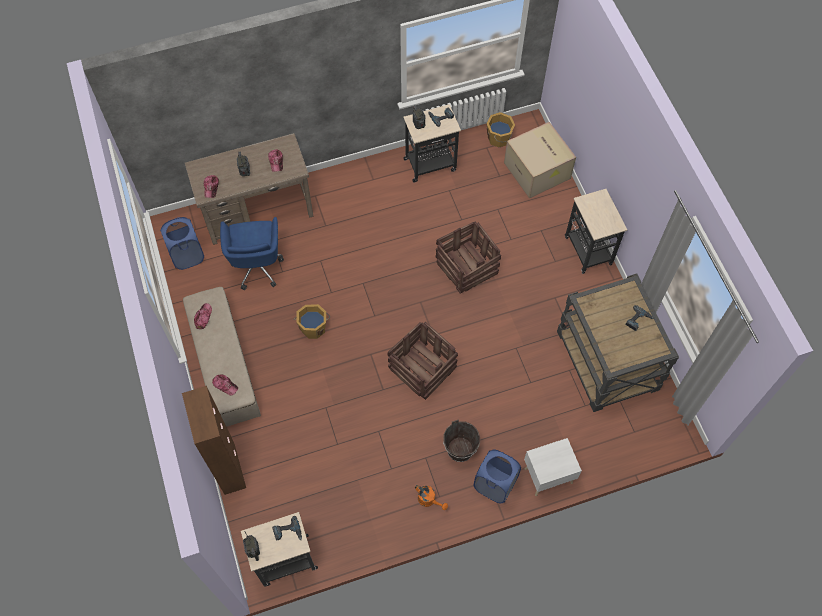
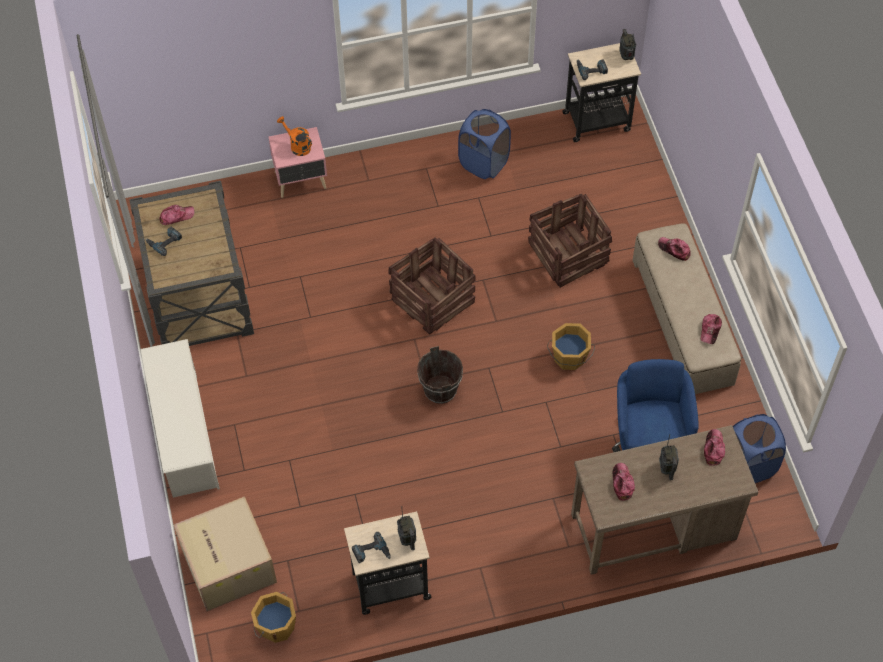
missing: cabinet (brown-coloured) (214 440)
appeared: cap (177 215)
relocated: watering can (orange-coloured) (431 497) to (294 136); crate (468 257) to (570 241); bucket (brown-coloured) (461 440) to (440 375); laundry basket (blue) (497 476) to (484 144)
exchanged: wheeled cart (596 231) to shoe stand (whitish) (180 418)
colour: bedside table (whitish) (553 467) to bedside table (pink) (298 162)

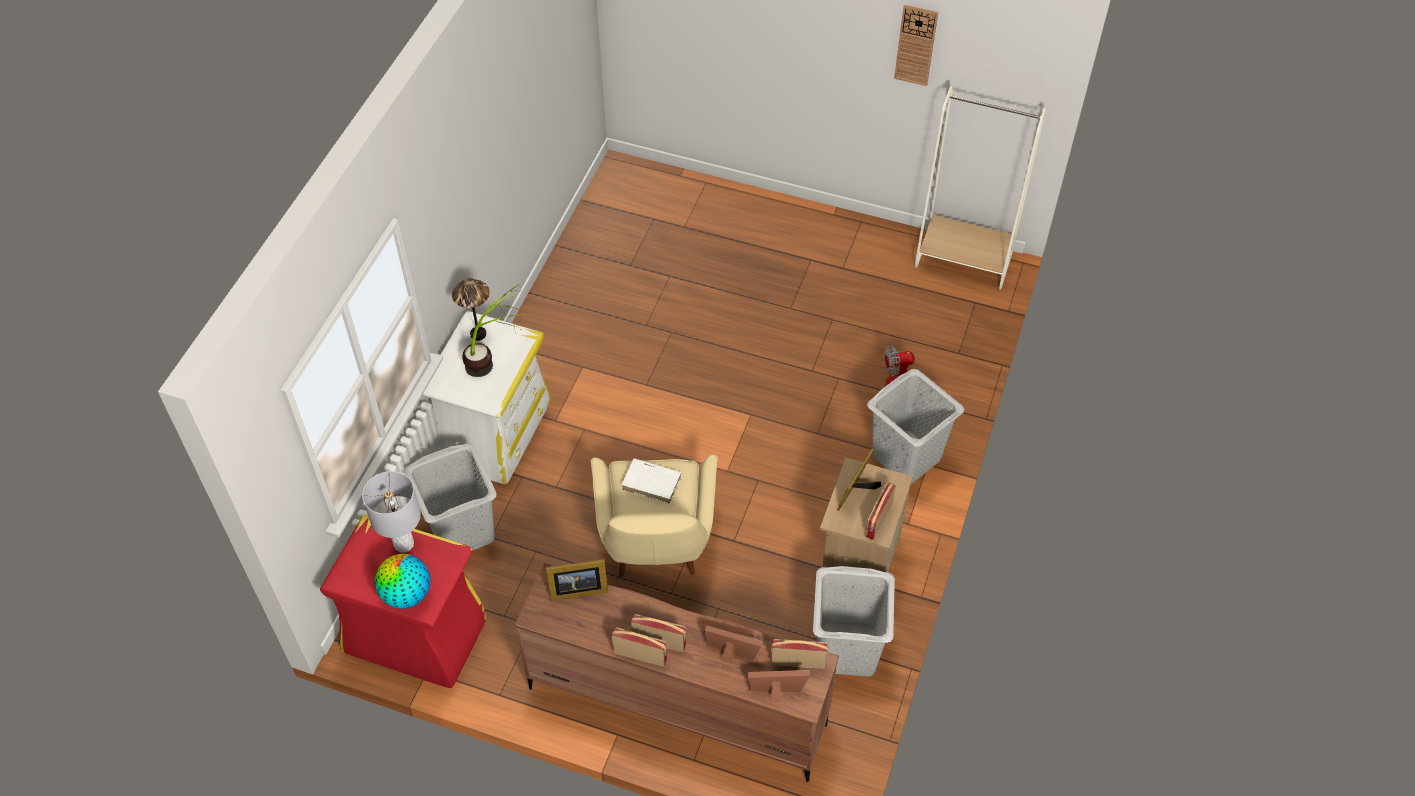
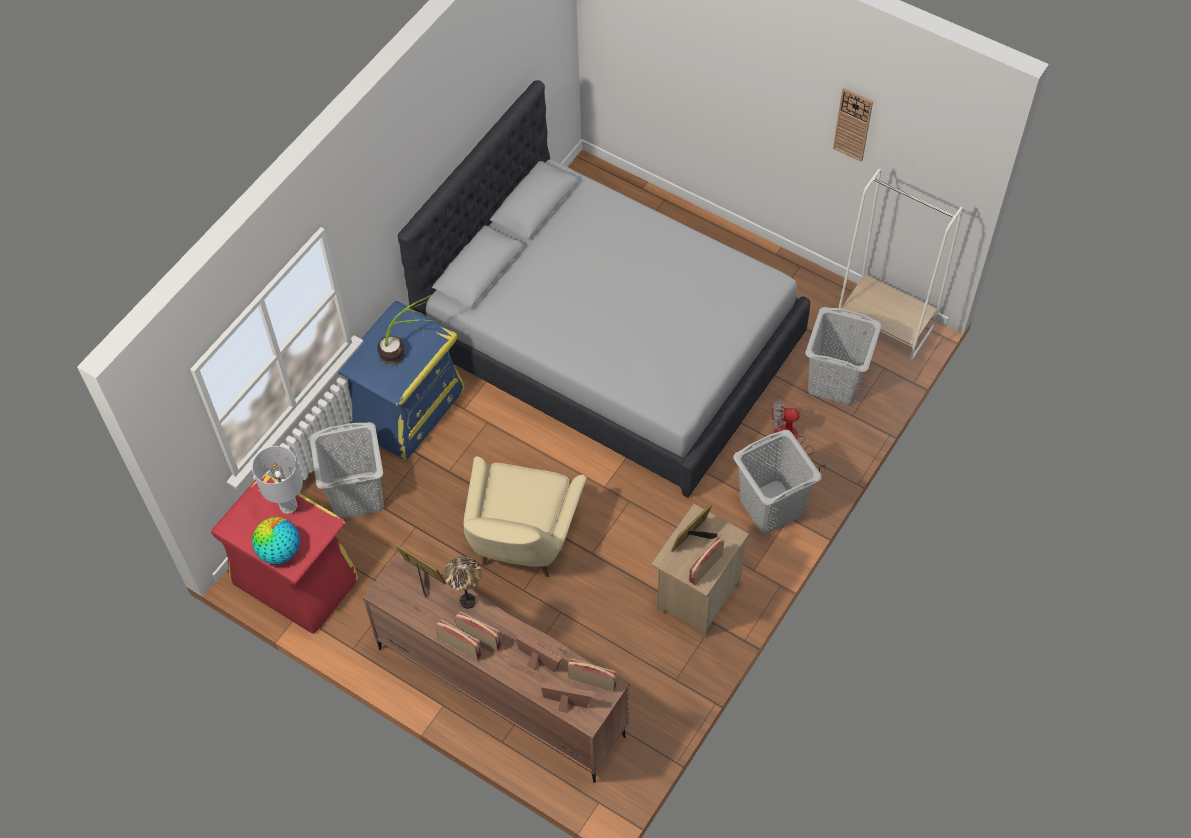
missing: bound book (whitish) (651 481)
appeared: bed (grey) (604 289)
relocated: table lamp (471 309) to (463 583); laundry basket (grey) (854 621) to (843 356)
colour: bedside table (whitish) (486 397) to bedside table (blue) (401 380)
spun: photo frame (577 580) = (420 571) 150 degrees counterclockwise

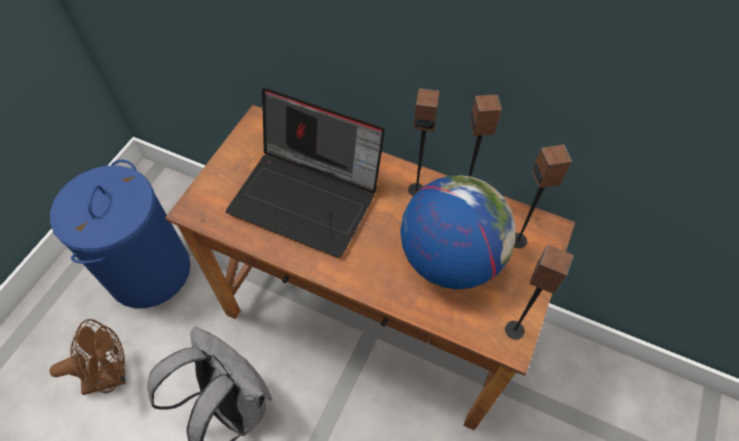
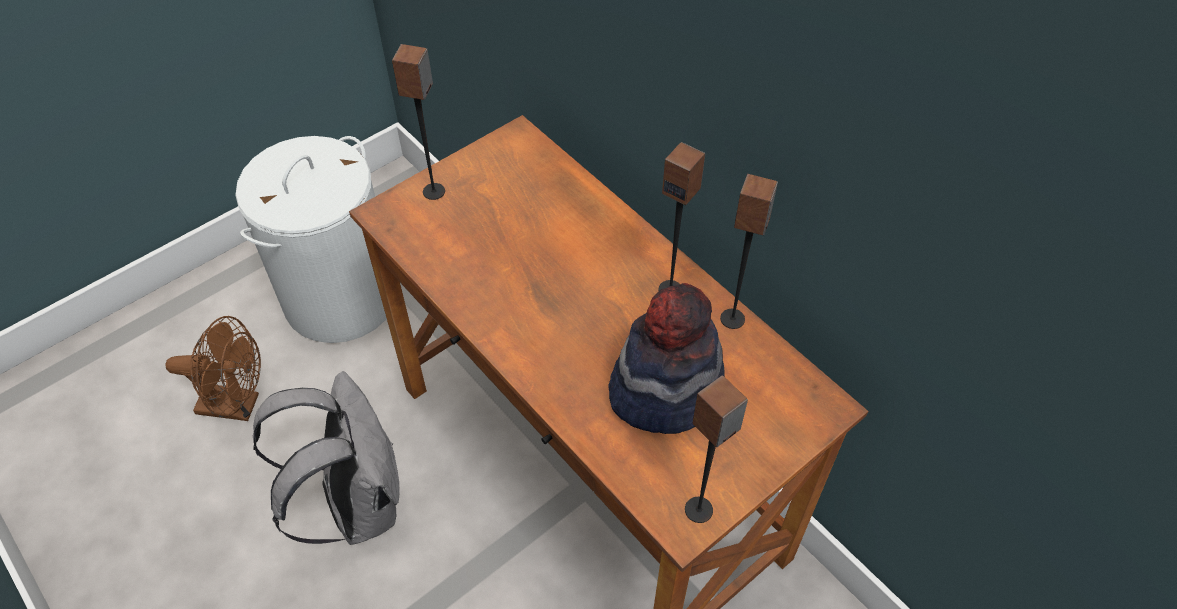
missing: notebook computer (305 173)
relocated: loudspeaker (543 196) to (418 122)
exchanged: desk globe (458 232) to hat (666 358)
colour: laundry basket (blue) (120 233) to laundry basket (whitish) (311 239)

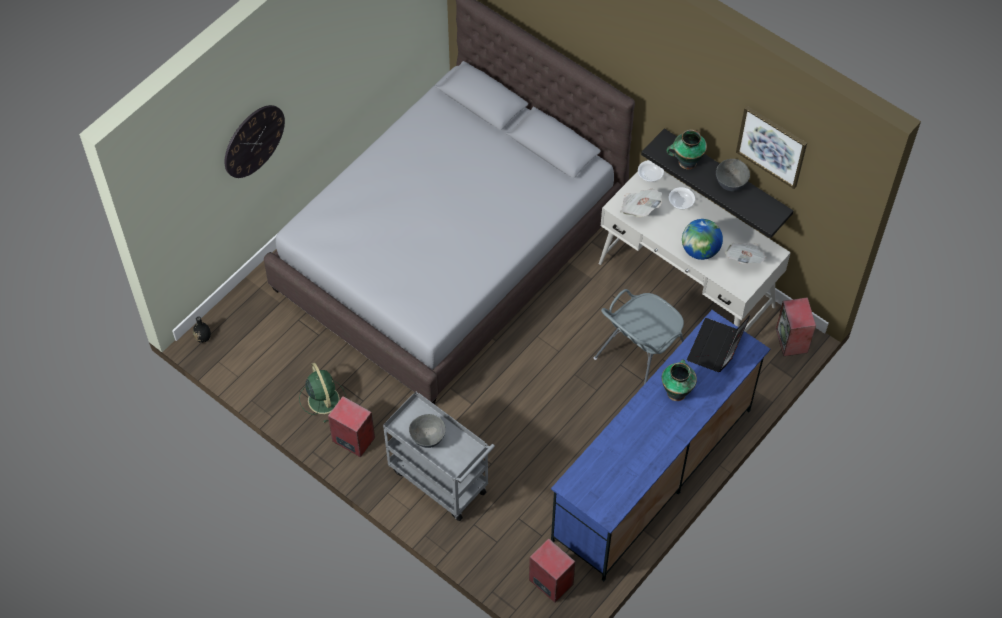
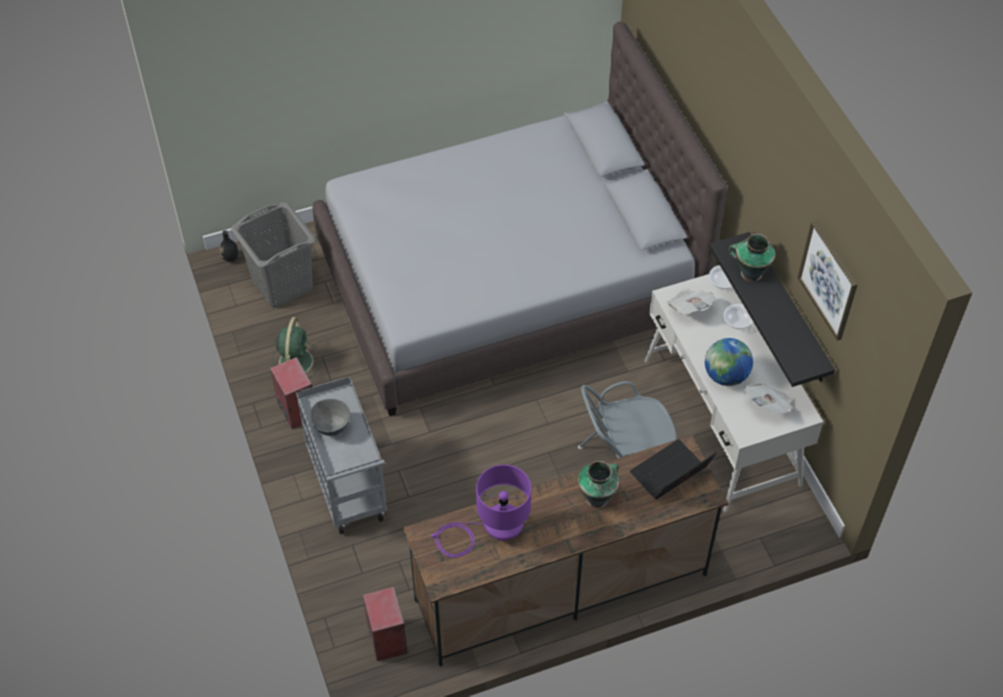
missing: clock on the wall (255 141); deep dish (grey) (733 175); loudspeaker (796 326)
appeared: laundry basket (grey) (273 255); table lamp (purple-coloured) (481 511)
colour: drawer chest (blue) (660 445) to drawer chest (brown-coloured) (566 551)

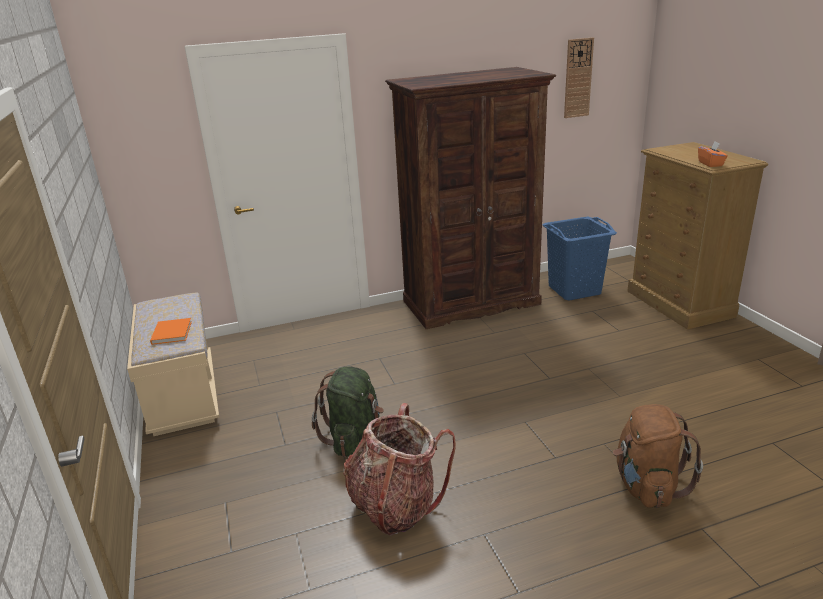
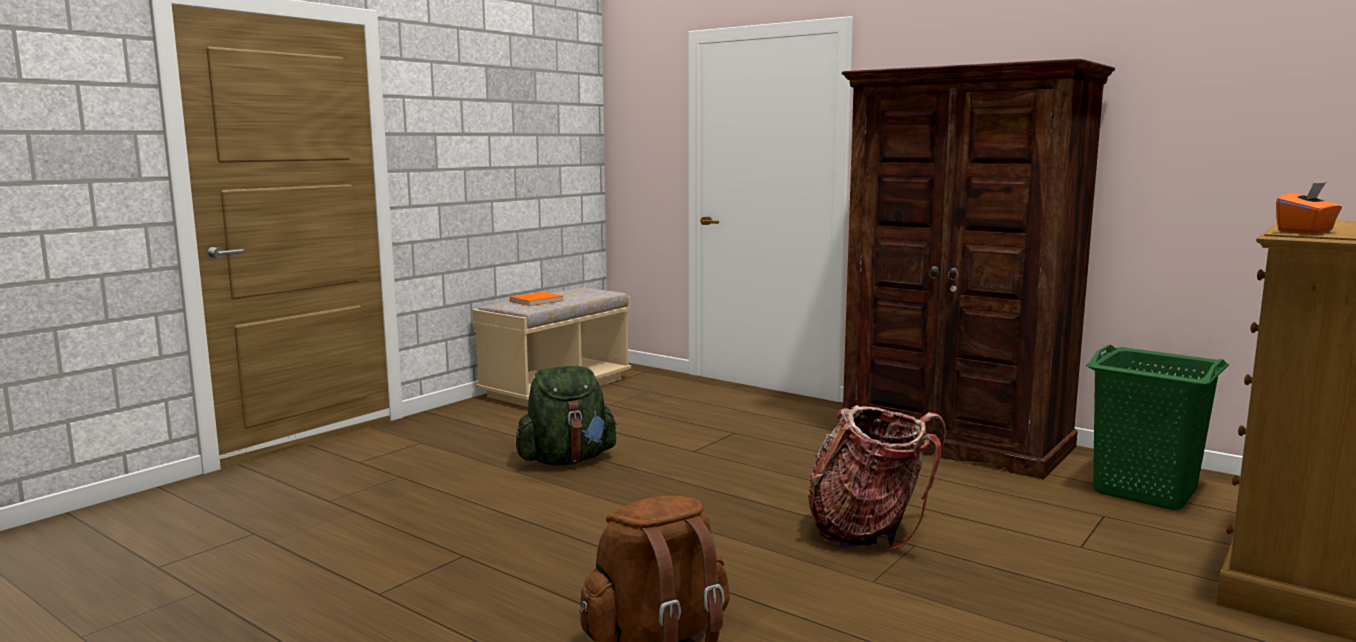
missing: clock on the wall (579 77)
relocated: backpack (399 469) to (877 478)
colour: laundry basket (blue) (580 258) to laundry basket (green) (1157 427)

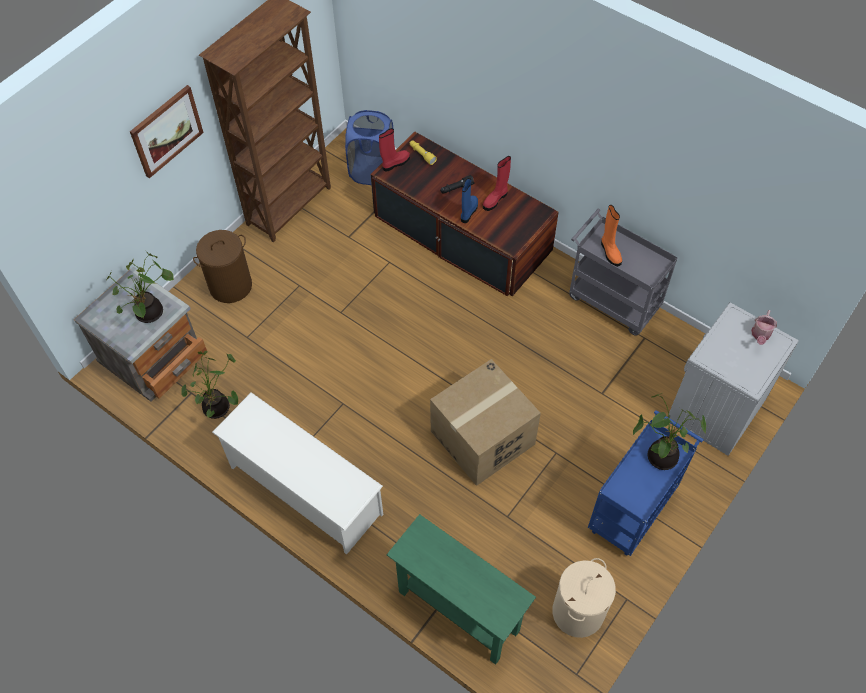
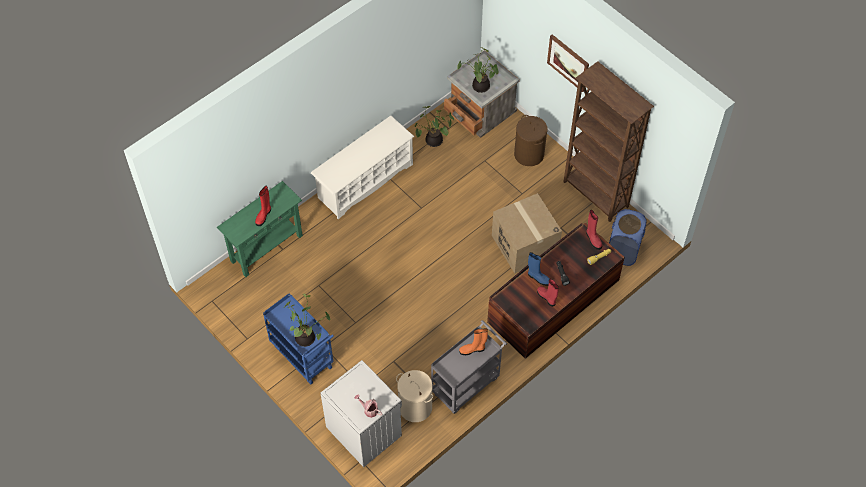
appeared: high-top boot (reddish) (263 206)
relocated: cardboard box (485 422) to (527 233); laundry basket (beige) (584 598) to (414 396)

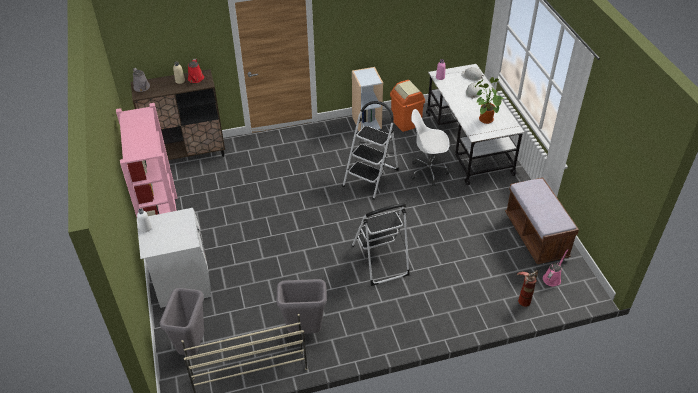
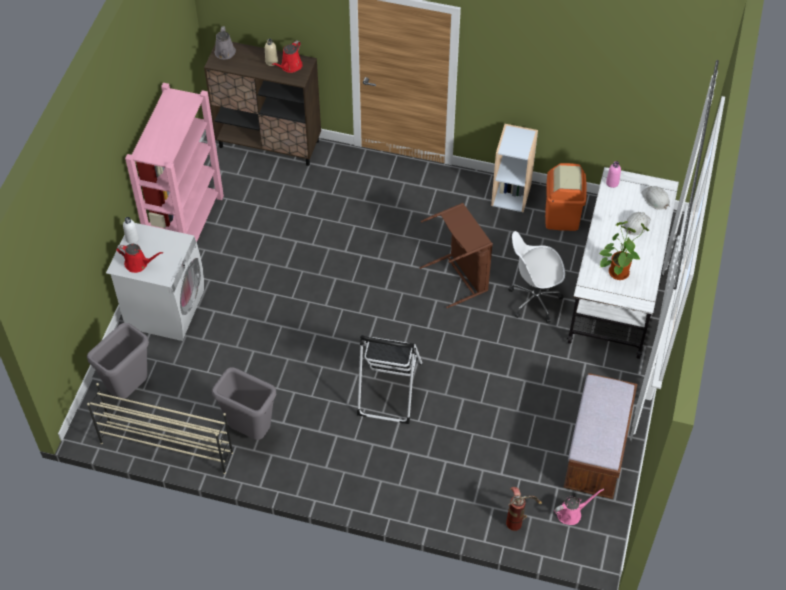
appeared: watering can (reddish) (139 258)
exchanged: step ladder (370 150) to laundry basket (brown-coloured) (456 255)
spun: desk chair (whitish) (430 147) = (536 277) 45 degrees counterclockwise

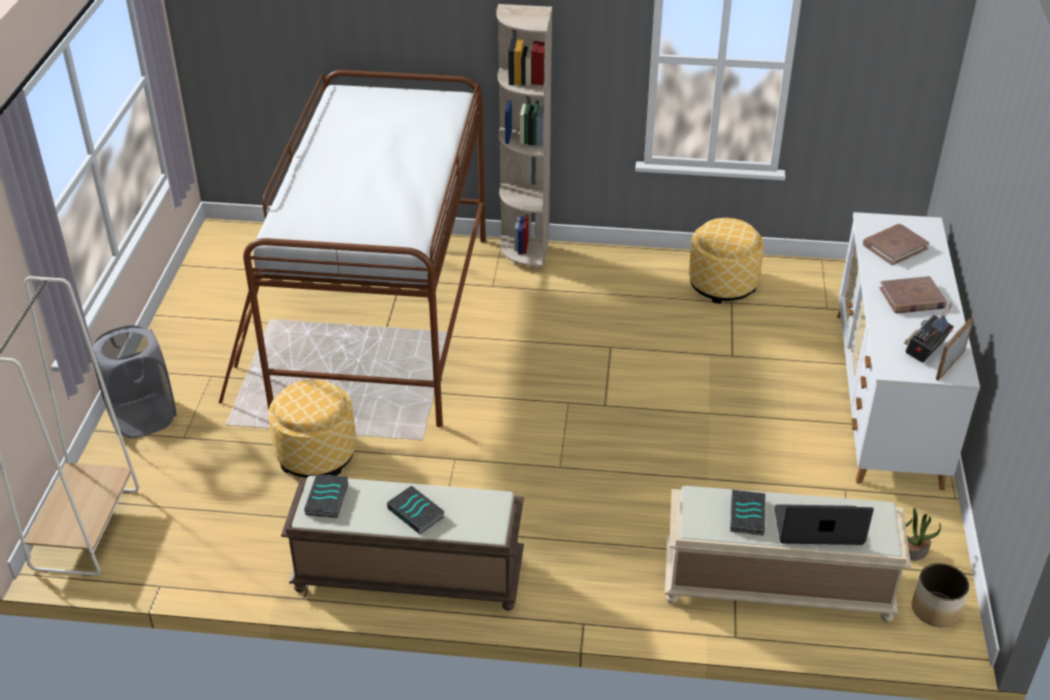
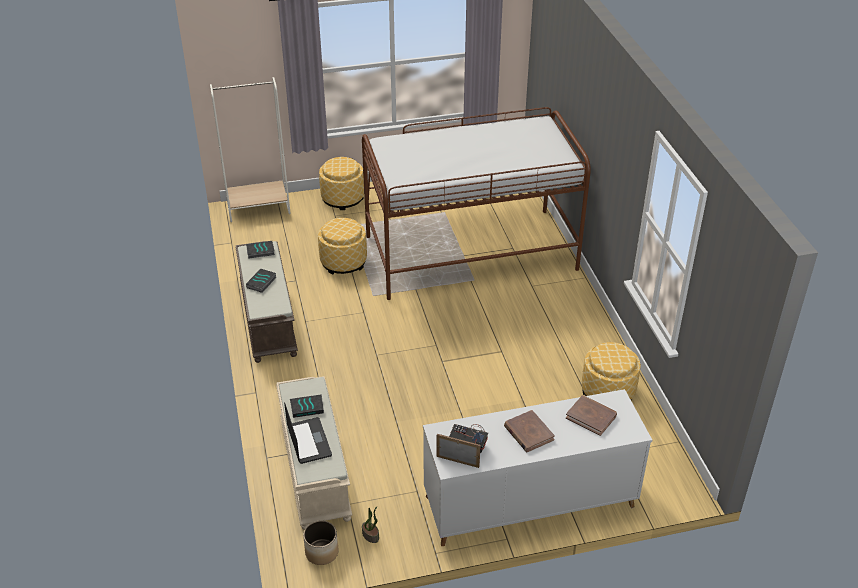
missing: shelving unit (beige) (524 136)
exchanged: laundry basket (grey) (135 381) to pouffe (341 183)

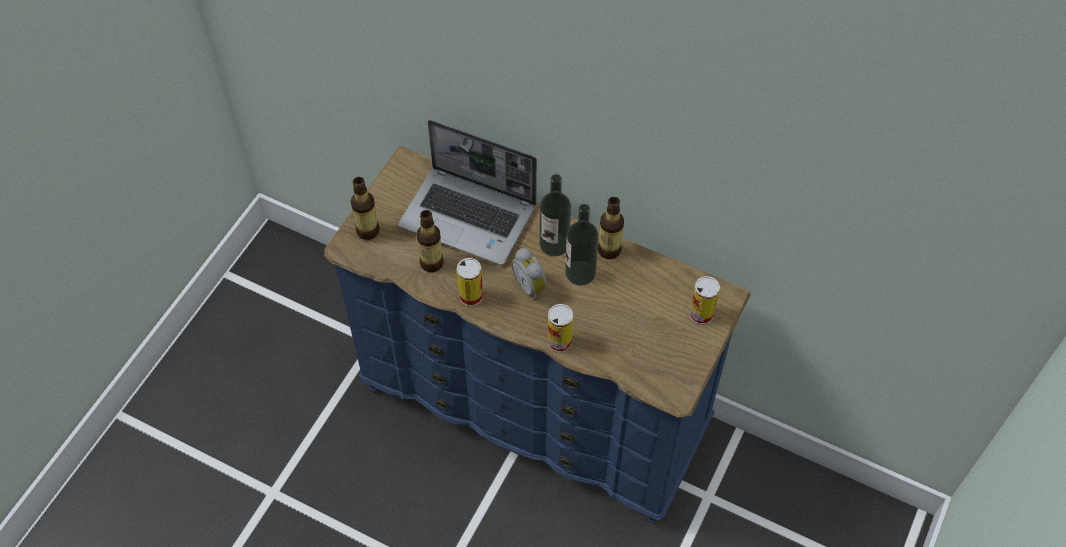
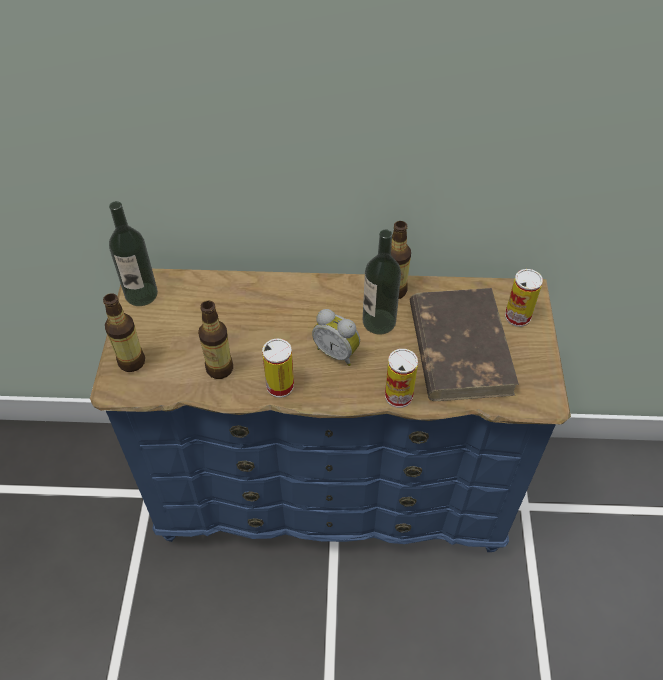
missing: notebook computer (467 192)
appeared: bound book (brown-coloured) (464 344)
relocated: bottle (555 215) to (133 253)

